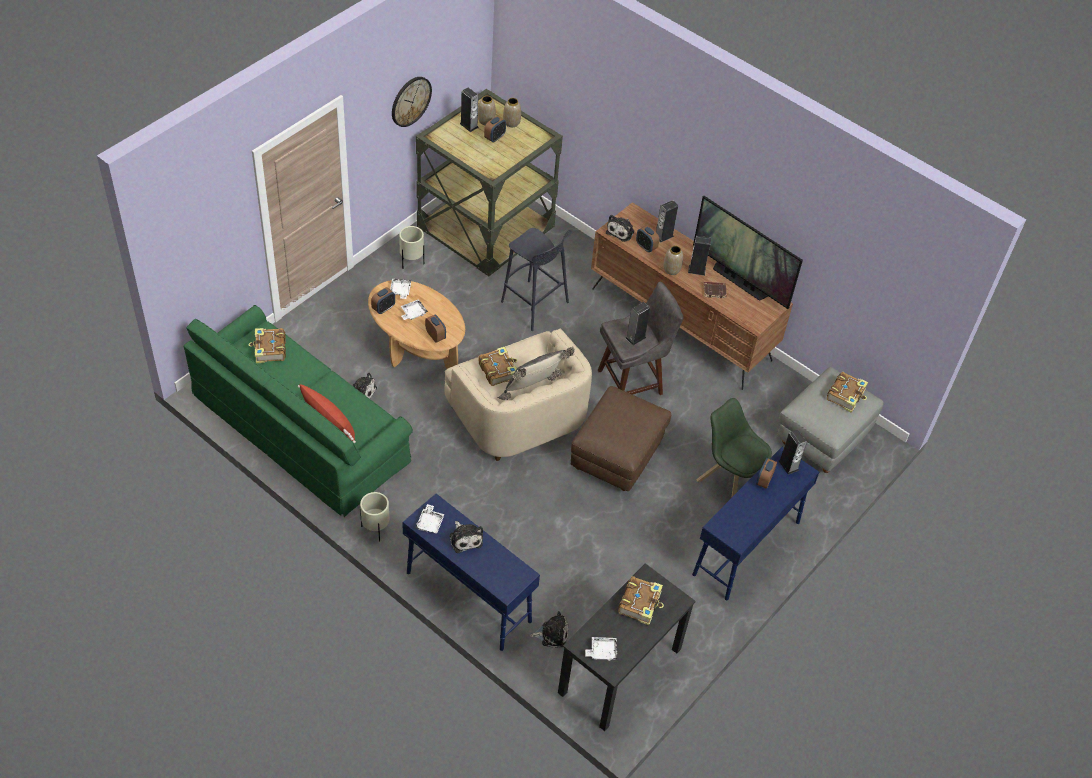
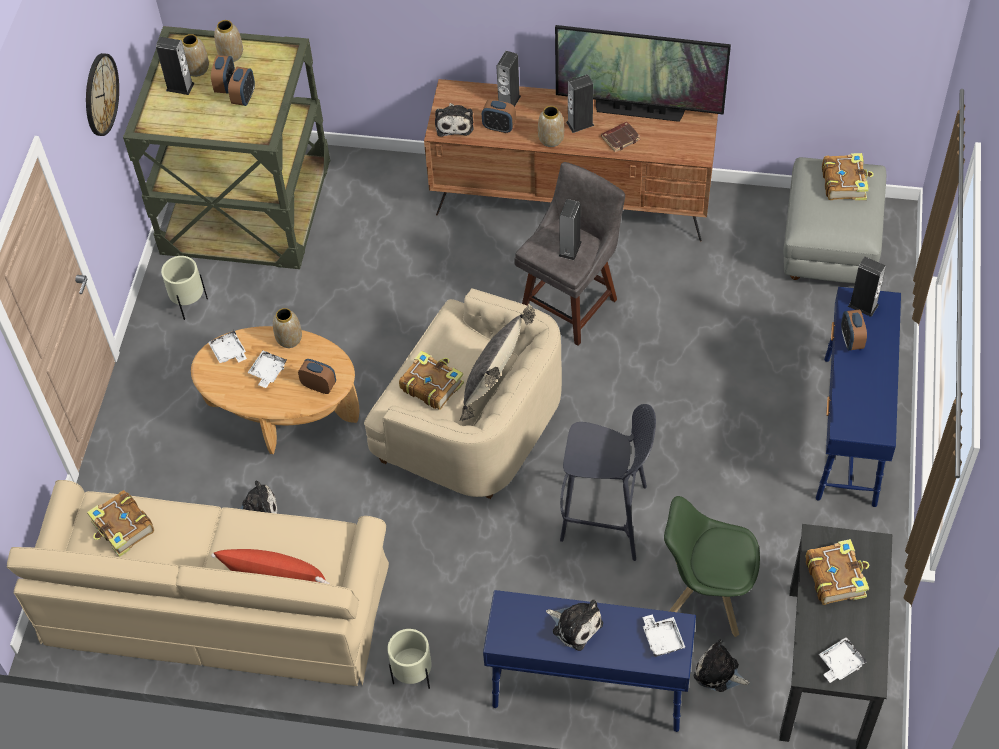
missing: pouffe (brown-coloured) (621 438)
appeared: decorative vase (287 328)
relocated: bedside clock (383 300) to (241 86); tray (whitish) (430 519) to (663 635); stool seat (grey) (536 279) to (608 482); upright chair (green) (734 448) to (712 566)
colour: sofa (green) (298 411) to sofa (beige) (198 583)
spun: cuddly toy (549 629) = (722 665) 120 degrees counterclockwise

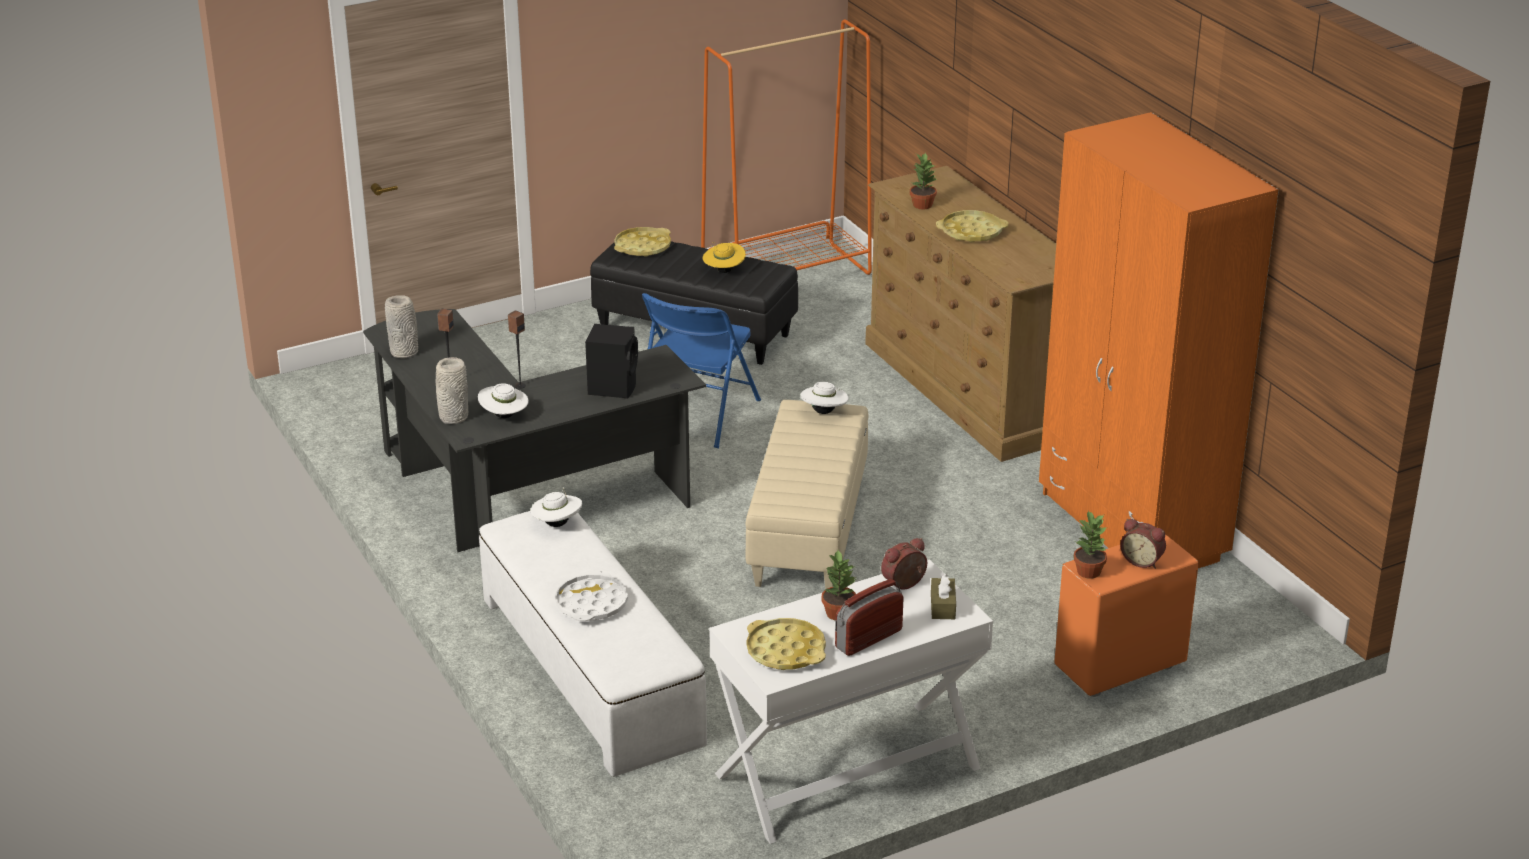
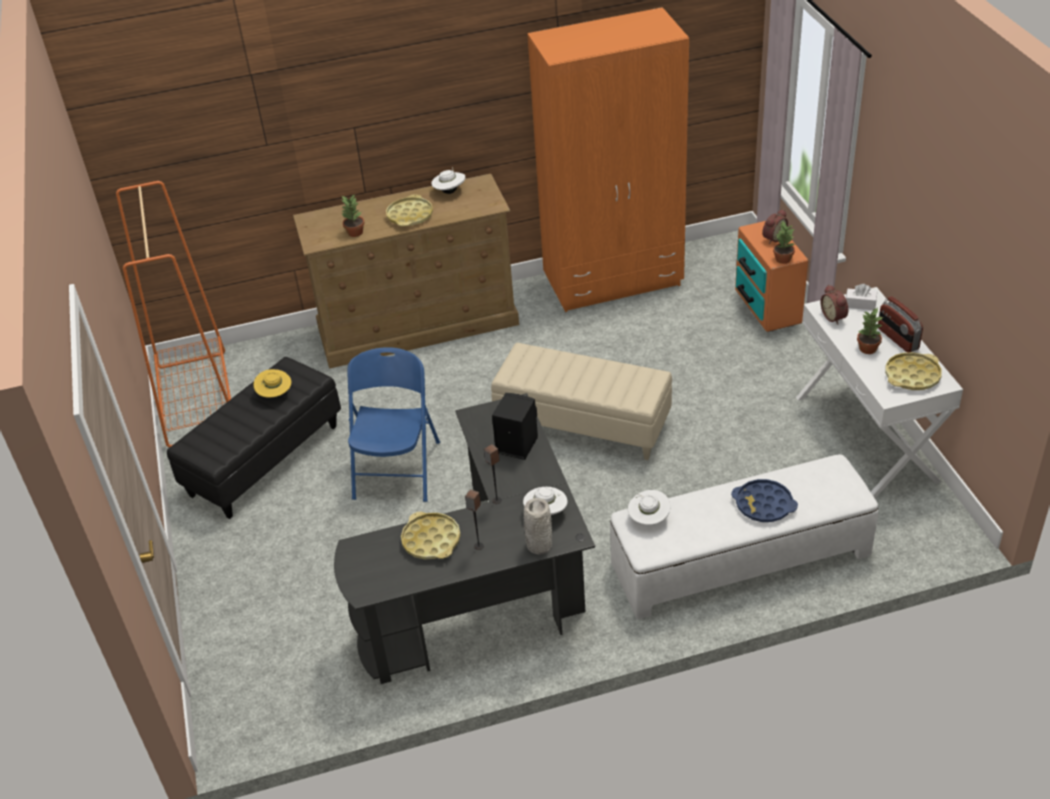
missing: decorative vase (grey) (401 326)
relocated: tray (yellow) (642 242) to (430 535); hat (whitish) (825 398) to (448 180)
colour: tray (whitish) (591 595) to tray (blue) (764 500); box of tissues (brown-coloured) (943 596) to box of tissues (whitish) (861 297)
spun: upright chair (blue) (701 370) = (393 424) 120 degrees counterclockwise

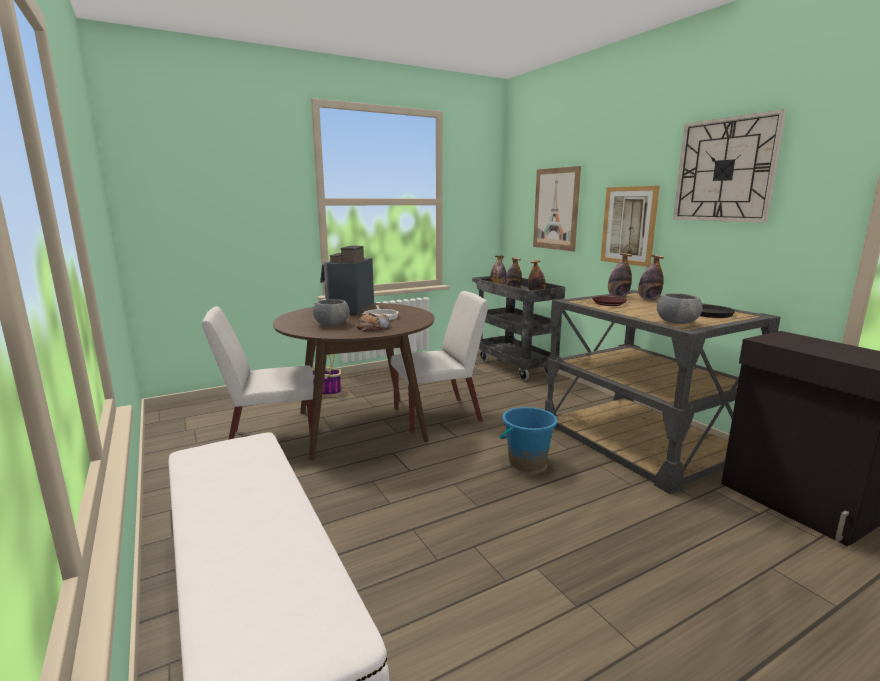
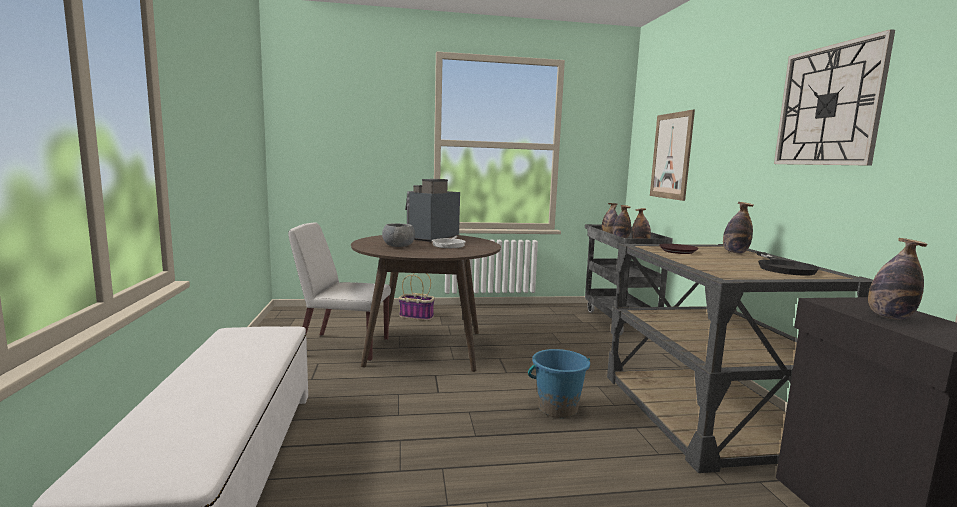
missing: baked bread (373 321); upright chair (whitish) (439 362); picture (630 226); deep dish (grey) (680 308)
relocated: bottle (620 275) to (898 279)

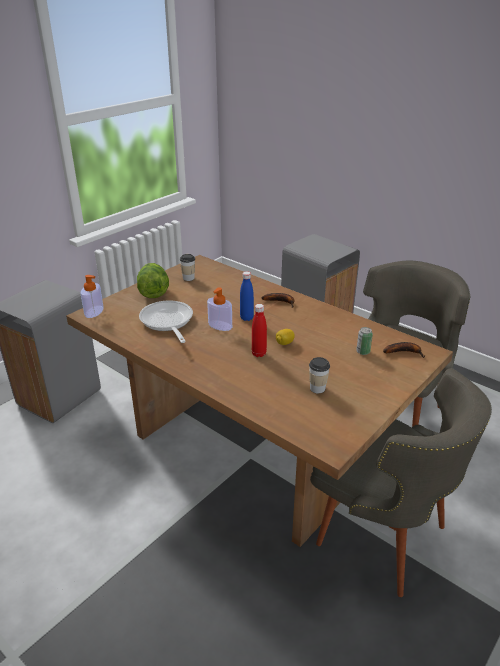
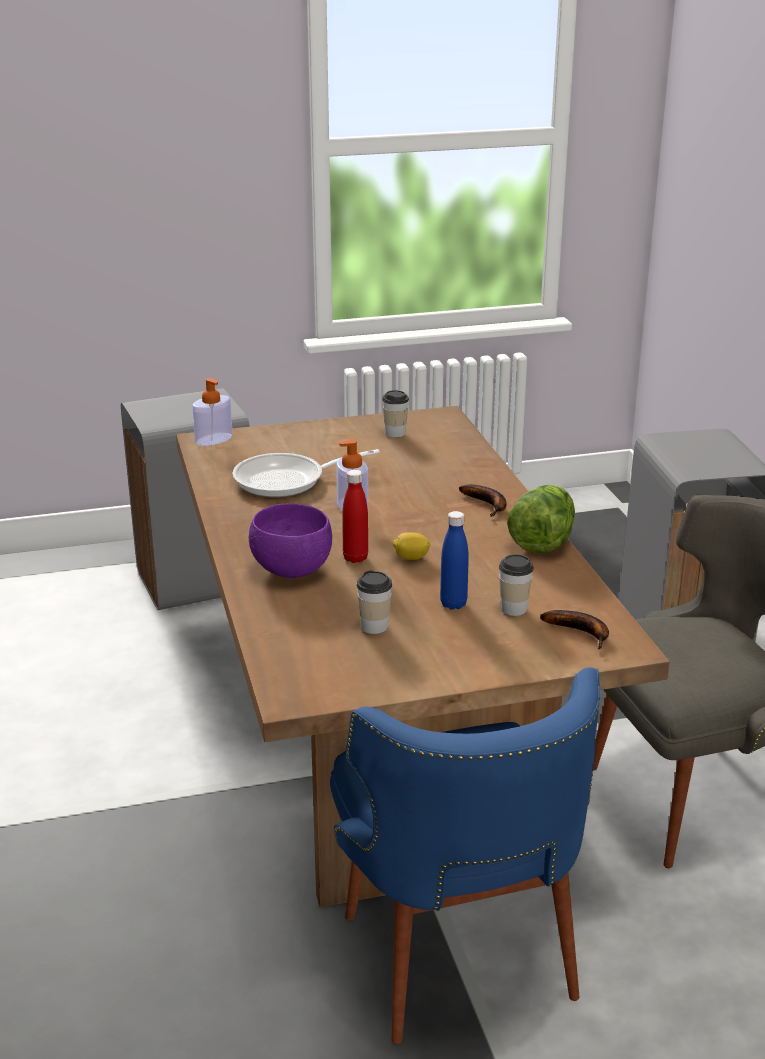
appeared: deep dish (purple-coloured) (290 541)
relocated: lettuce (153 280) to (541 519); bottle (blue) (247 296) to (454 560)
exchanged: sealed can (364 341) to cup (516 585)
colour: upright chair (grey) (401 482) to upright chair (blue) (465 856)
spun: pan (166 321) = (306 473) 120 degrees counterclockwise

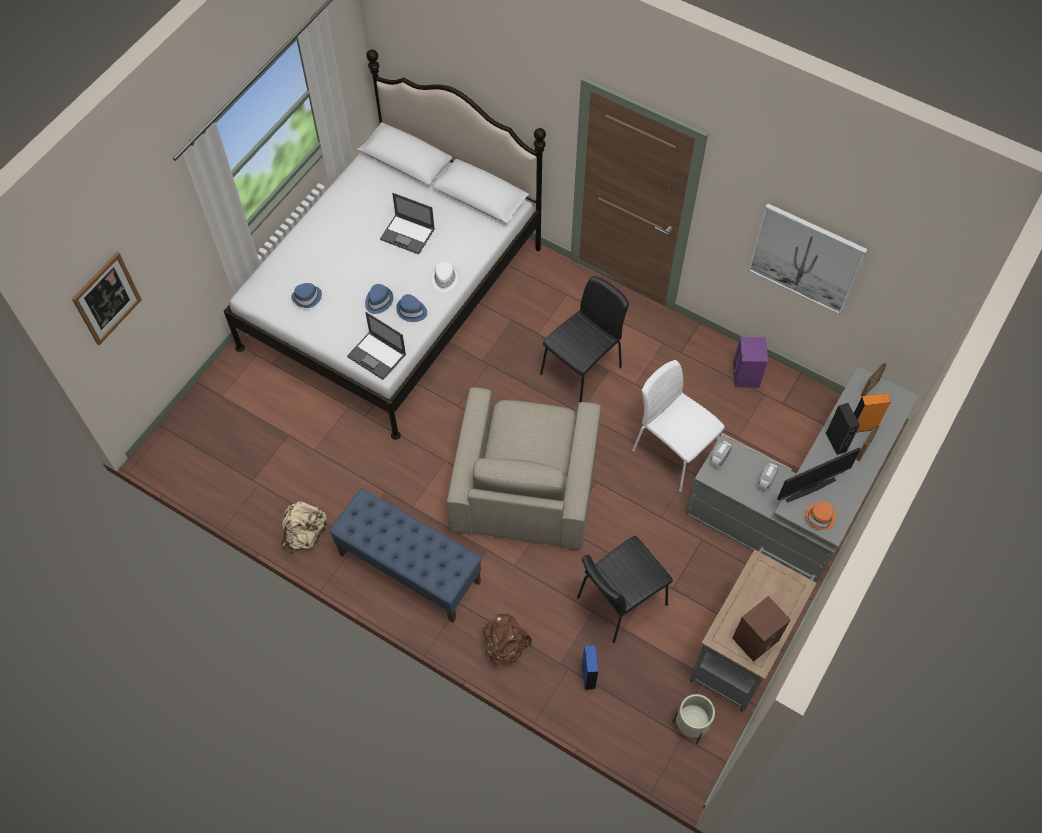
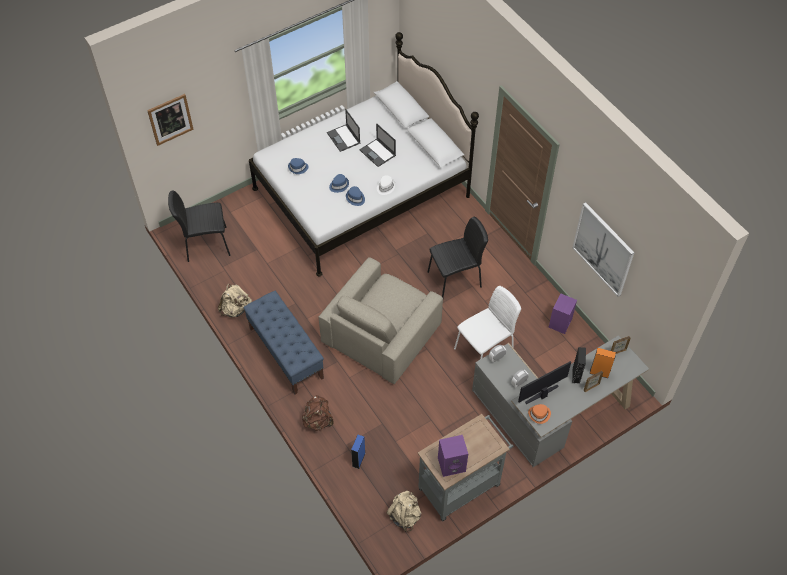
relocated: notebook computer (376 346) to (343 130); upright chair (black) (625 589) to (199 226)
exchanged: flower pot (beige) (694 719) to backpack (beige) (403 511)
colour: loudspeaker (brown-coloured) (761 629) to loudspeaker (purple-coloured) (453 456)
spun: upright chair (whitish) (678 426) = (487 322) 75 degrees clockwise; computer display (819 475) = (544 382) 150 degrees clockwise

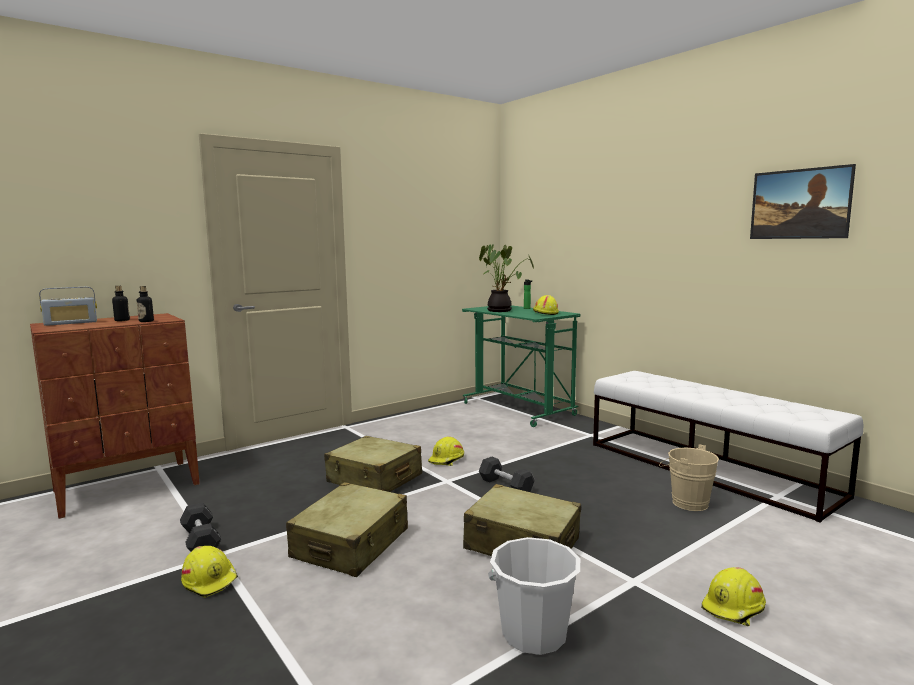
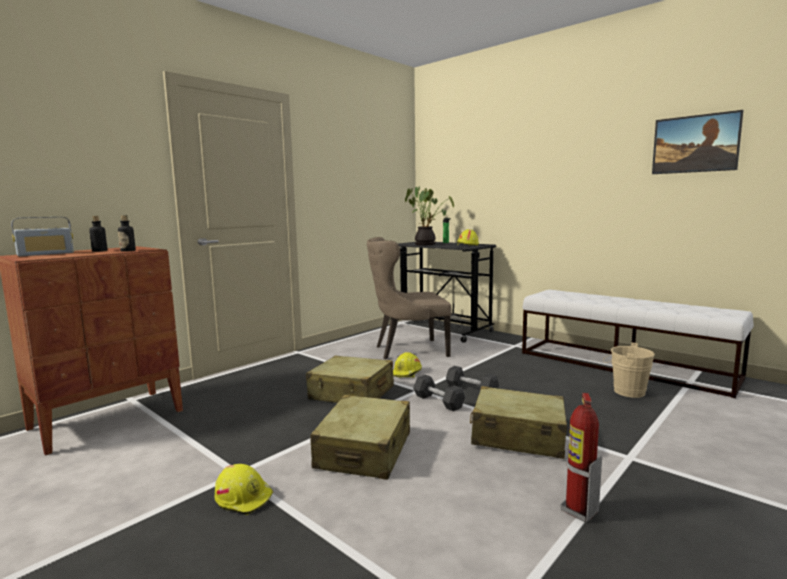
missing: hard hat (yellow) (733 596)
appeared: upright chair (beige) (409 298)
relocated: dumbbell (black) (200 527) to (439 393)
exchanged: bucket (whitish) (534 596) to fire extinguisher (581 457)
colour: desk (green) (521 366) to desk (black) (447 292)

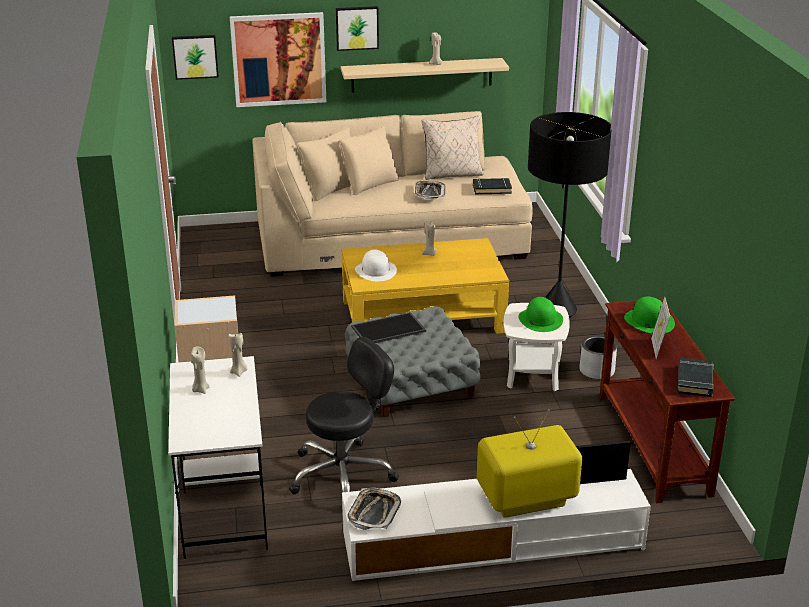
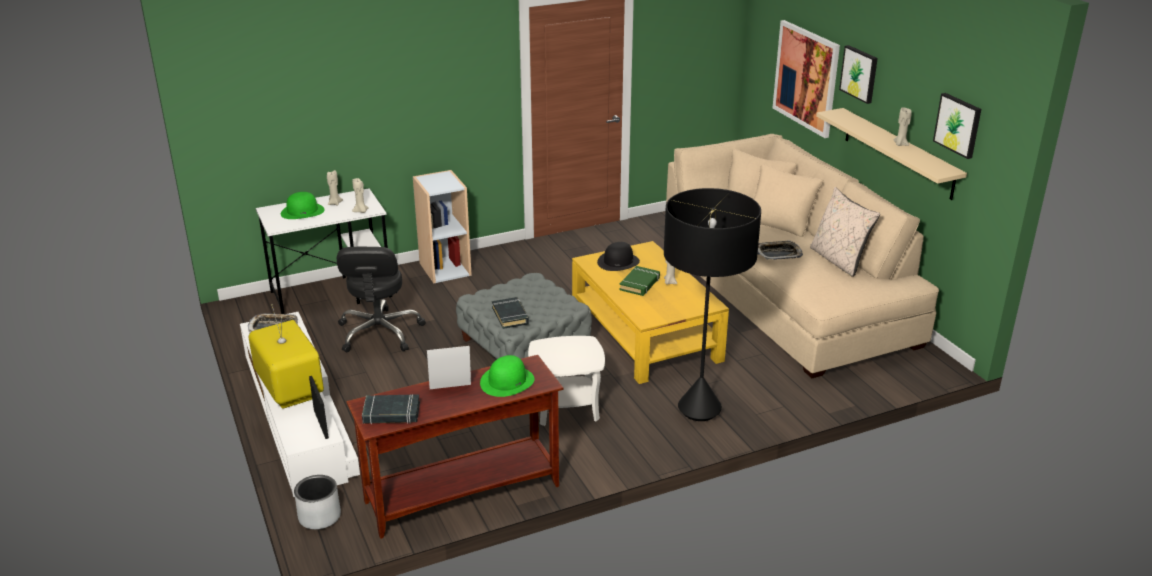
missing: tray (388 327)
appeared: bound book (green) (639 281)
relocated: picture (195 57) to (957 126); bound book (black) (492 186) to (510 313); hat (green) (540 314) to (303 205); flower pot (grey) (598 357) to (317 502)
colour: hat (whitish) (376 265) to hat (black) (618 256)
spun: desk chair (black) (344 415) = (381 300) 45 degrees clockwise

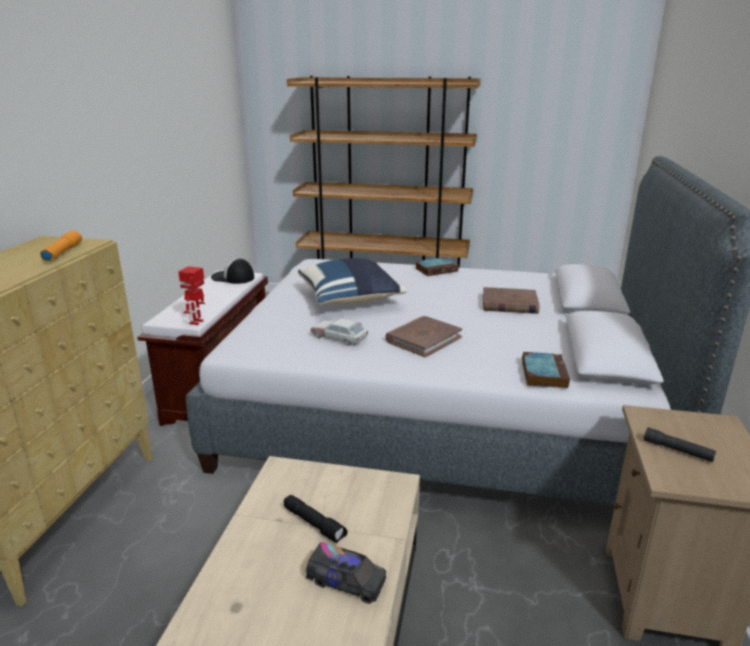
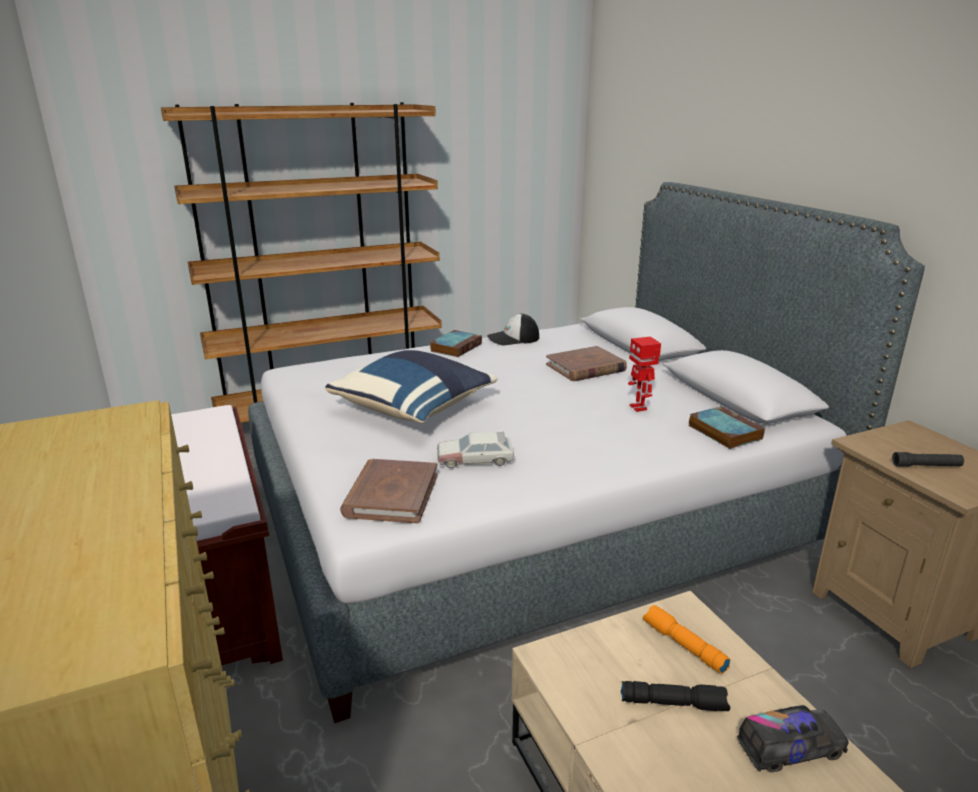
relocated: torch (orange-coloured) (61 246) to (687 639); toy robot (191 295) to (644 374); cap (232 271) to (513 329); bound book (brown-coloured) (423 336) to (389 491)

